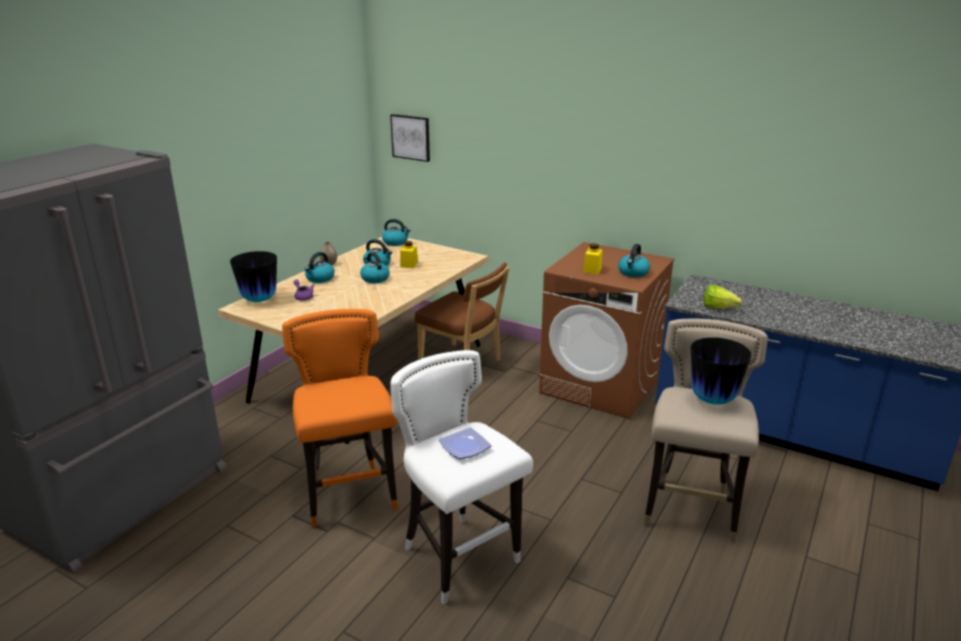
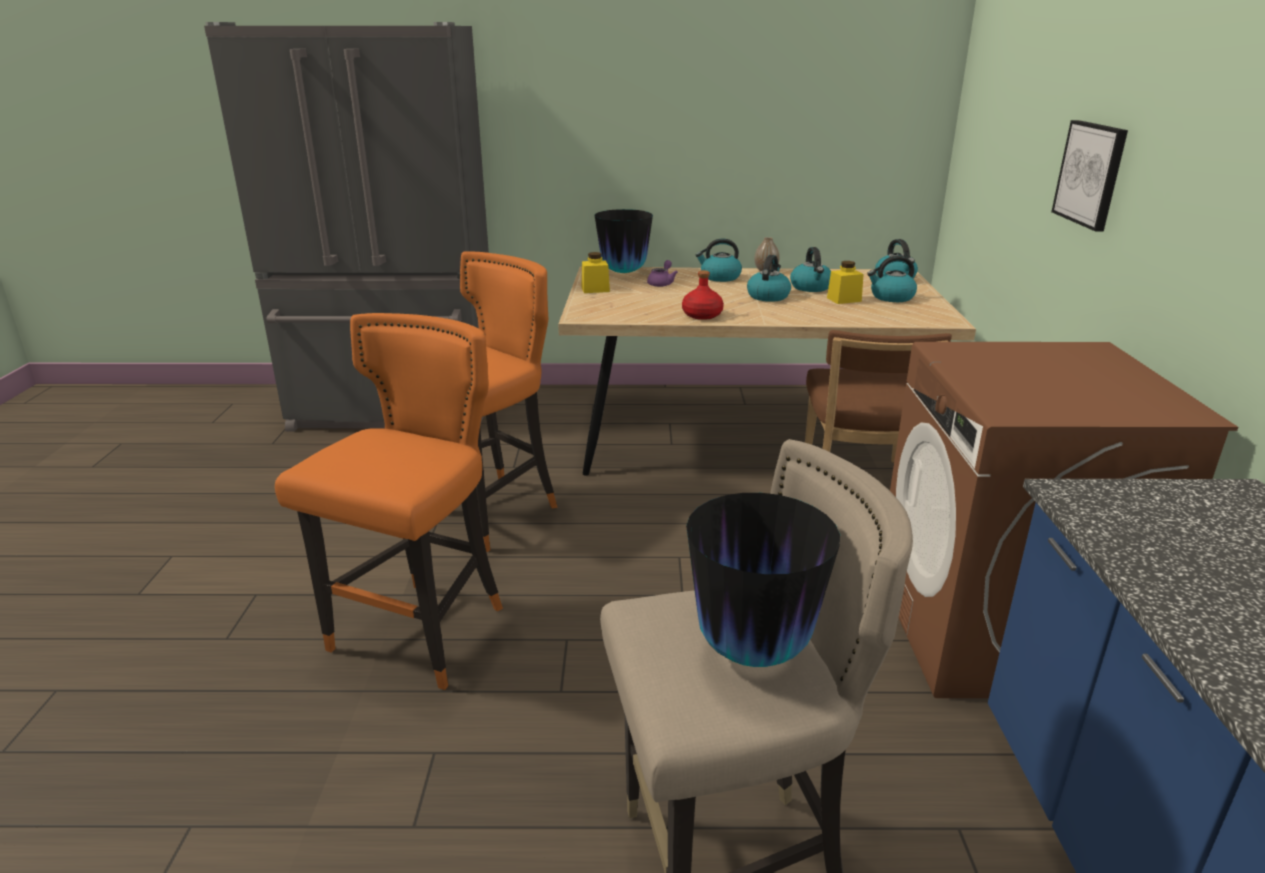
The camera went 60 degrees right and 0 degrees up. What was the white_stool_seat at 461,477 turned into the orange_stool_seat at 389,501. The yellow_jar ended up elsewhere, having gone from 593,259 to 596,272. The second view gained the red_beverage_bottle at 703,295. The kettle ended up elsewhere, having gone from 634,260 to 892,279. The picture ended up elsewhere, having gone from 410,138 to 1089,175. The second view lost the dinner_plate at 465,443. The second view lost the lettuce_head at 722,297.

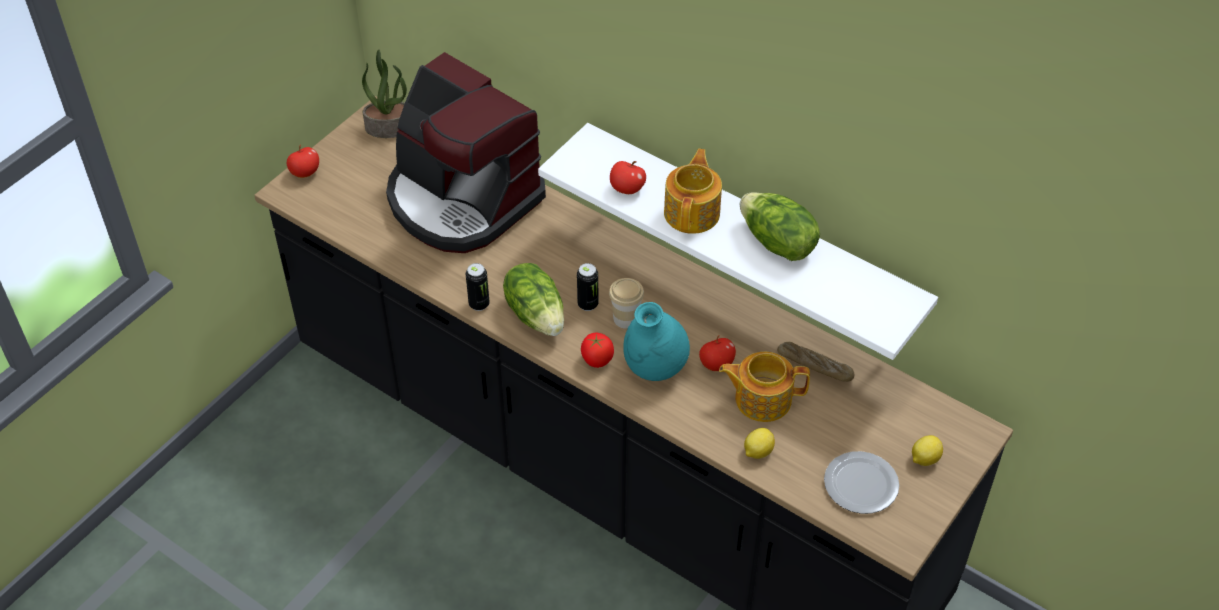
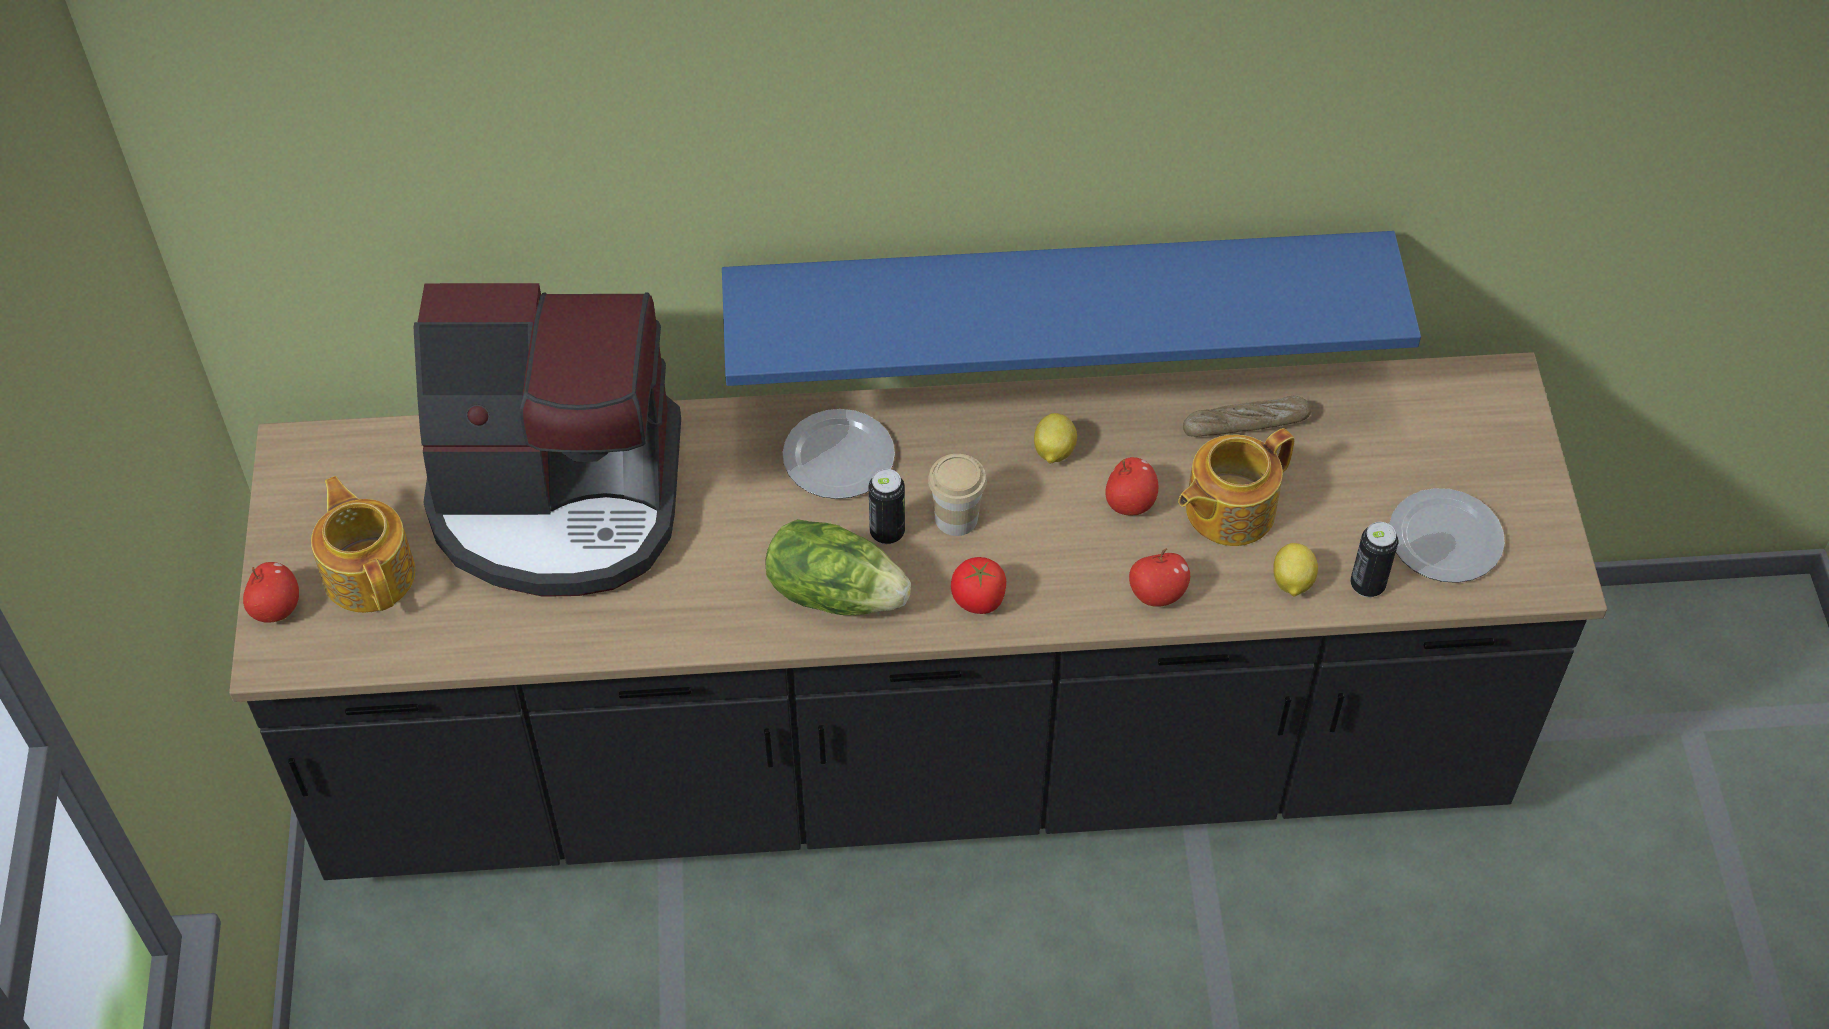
The camera went 40 degrees left and 5 degrees up. The pot_for_tea ended up elsewhere, having gone from 693,191 to 363,544. What was the white_wall_shelf at 738,241 turned into the bluish_wall_shelf at 1071,308. The second view gained the dinner_plate at 838,454. The citrus_fruit ended up elsewhere, having gone from 927,450 to 1055,438. The whole_apple ended up elsewhere, having gone from 628,177 to 1159,578. The sealed_can ended up elsewhere, having gone from 478,287 to 1374,559. The second view lost the houseplant at 384,94. The second view lost the turquoise_decorative_vase at 656,341. The second view lost the lettuce_head at 780,226.

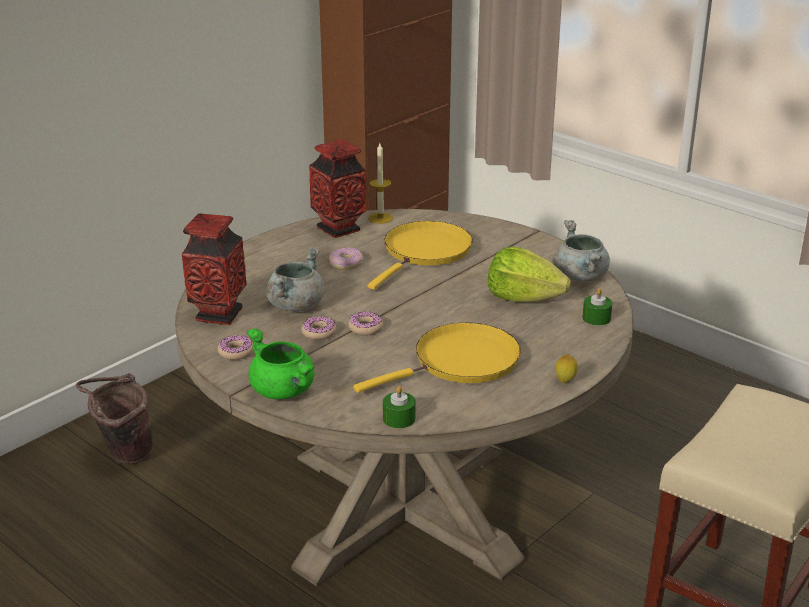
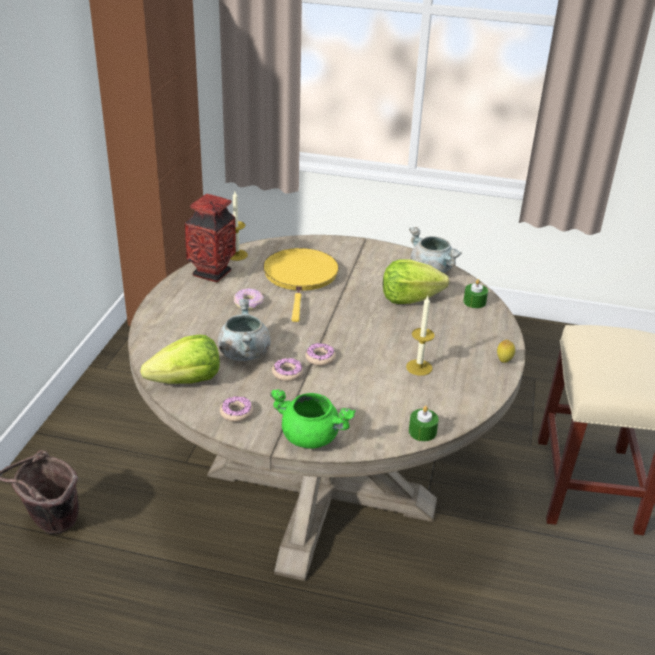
The camera went 30 degrees left and 5 degrees up. Where the decorative_vase stood at 214,269, the lettuce_head came to stand at 180,359. Where the yellow_frying_pan stood at 437,358, the wax_light came to stand at 420,336.

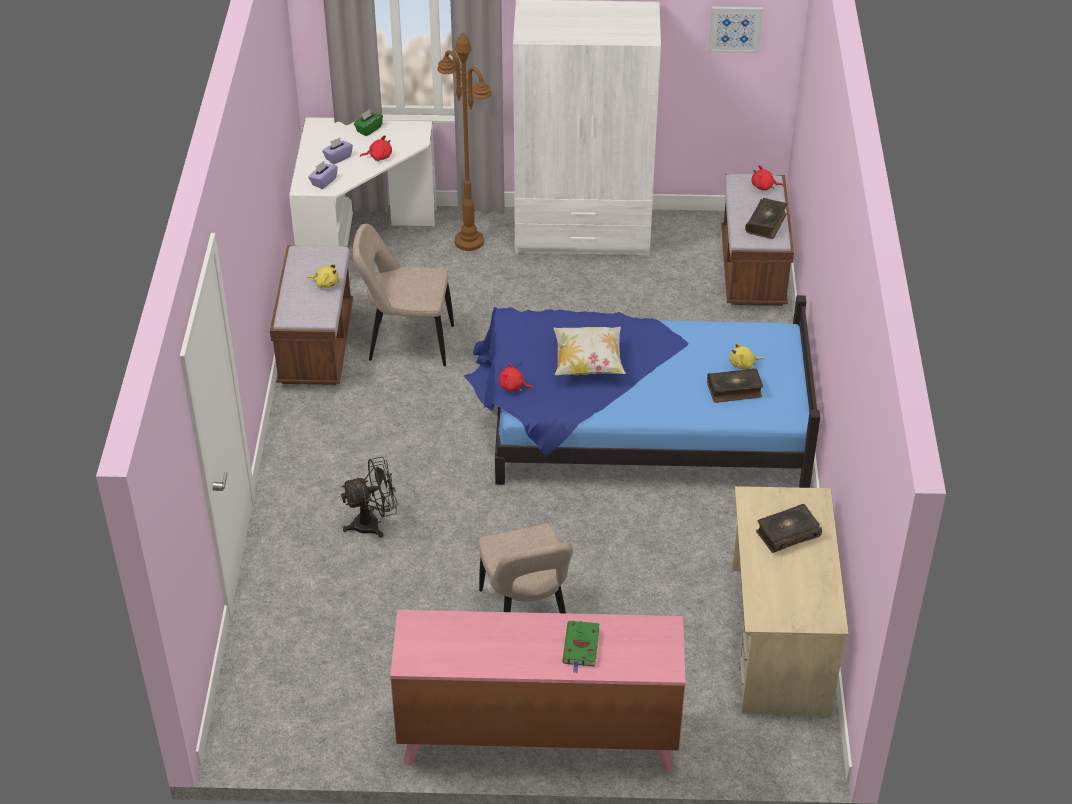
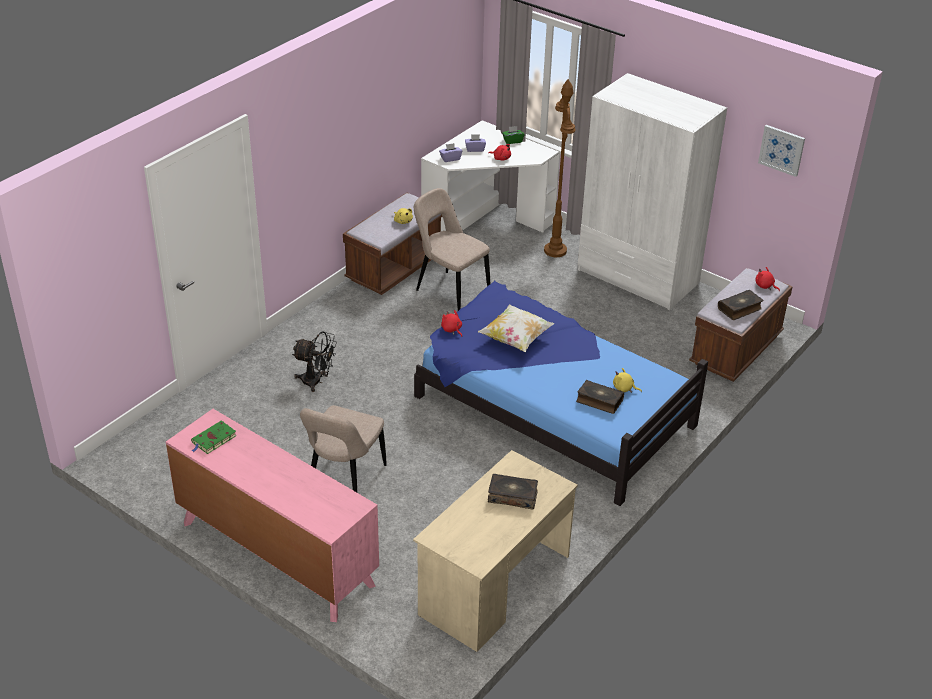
The camera went 35 degrees right and 5 degrees down. The green_book ended up elsewhere, having gone from 581,646 to 214,437.

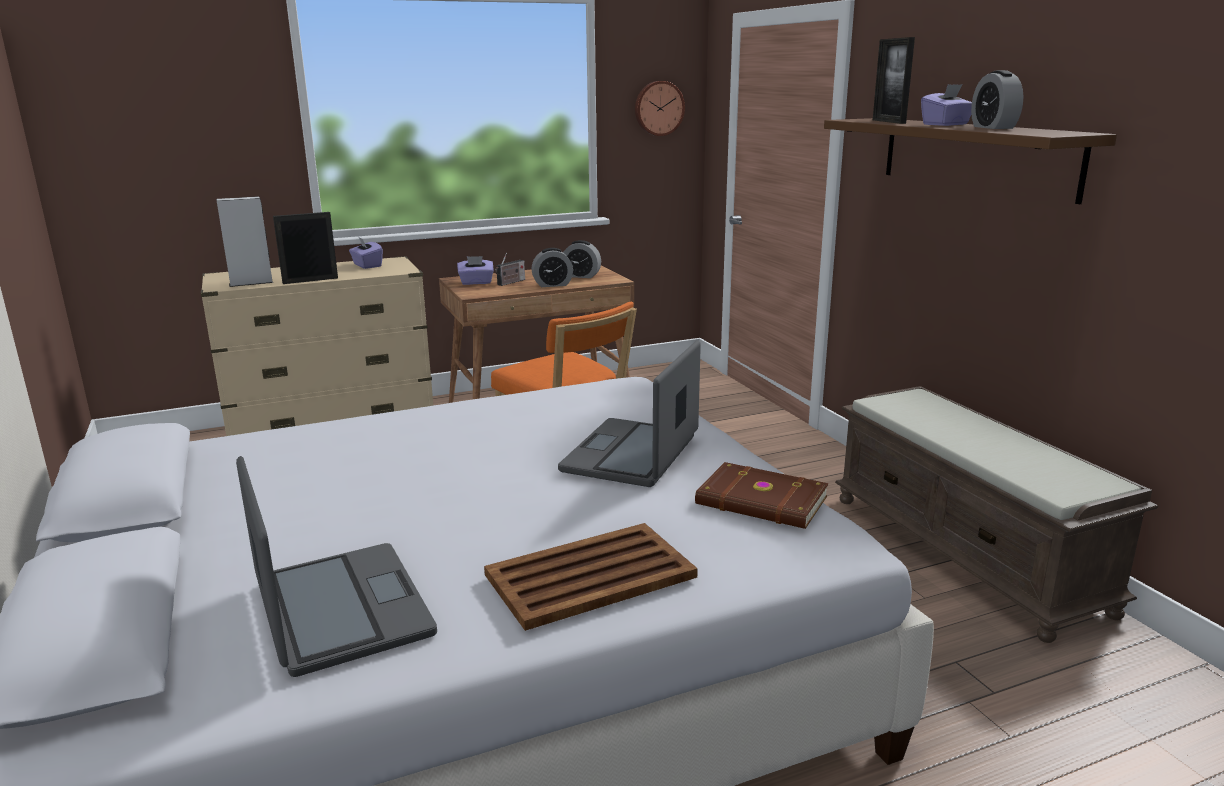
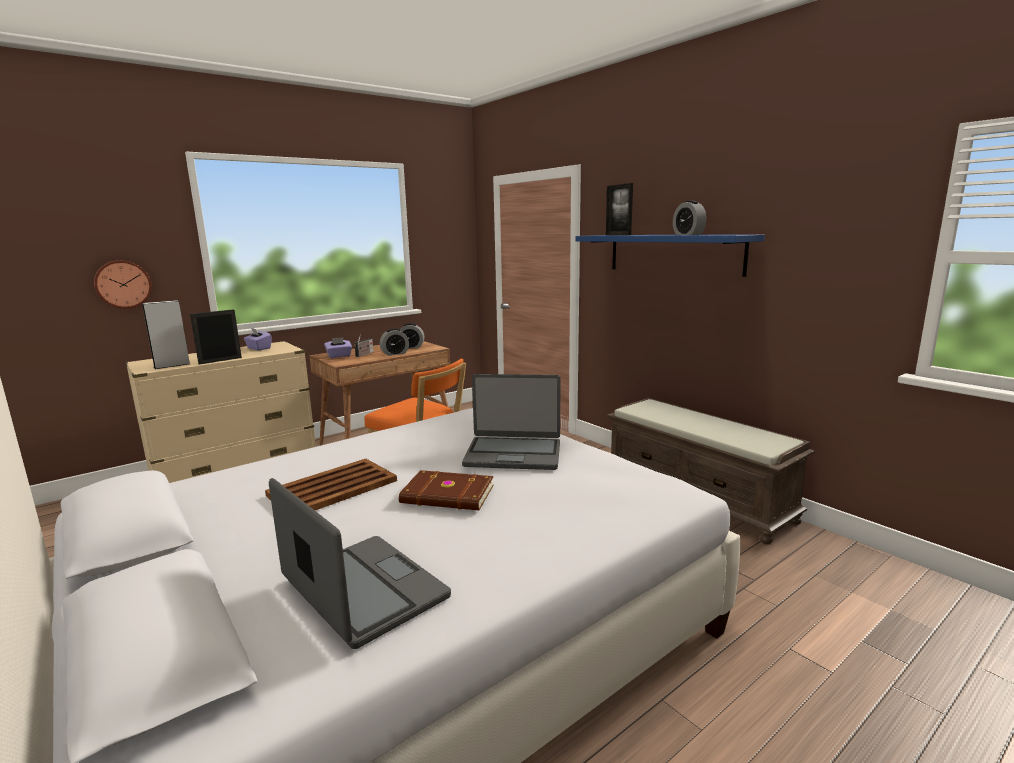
The camera went 15 degrees left and 5 degrees down. The clock_on_the_wall ended up elsewhere, having gone from 660,108 to 123,284. The brown_carrying_tray ended up elsewhere, having gone from 591,577 to 331,484. The brown_book ended up elsewhere, having gone from 761,495 to 446,490. The portable_computer at 629,413 ended up facing another way, 90 degrees counterclockwise from before. What was the brown_wall_shelf at 970,161 turned into the bluish_wall_shelf at 670,255. The second view lost the purplish_box_of_tissues at 946,105.

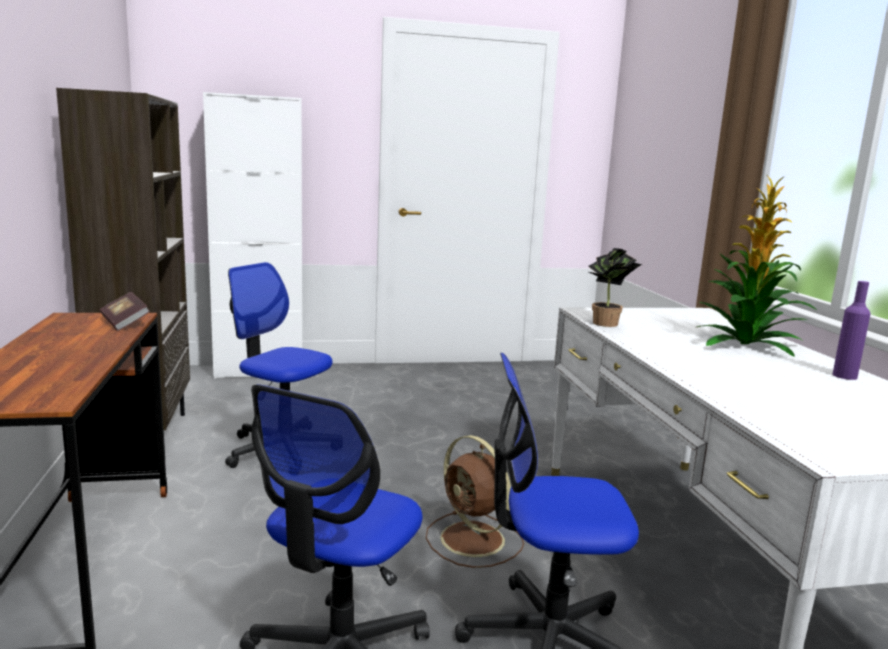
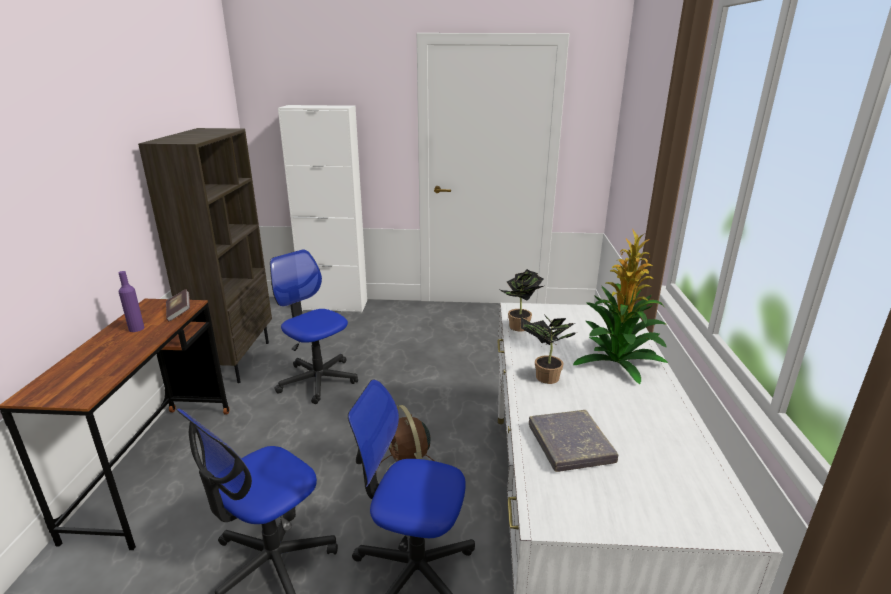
The camera went 15 degrees right and 10 degrees up. The purplish_beverage_bottle ended up elsewhere, having gone from 851,330 to 131,301. The second view gained the houseplant at 549,349. The second view gained the gray_book at 573,441.

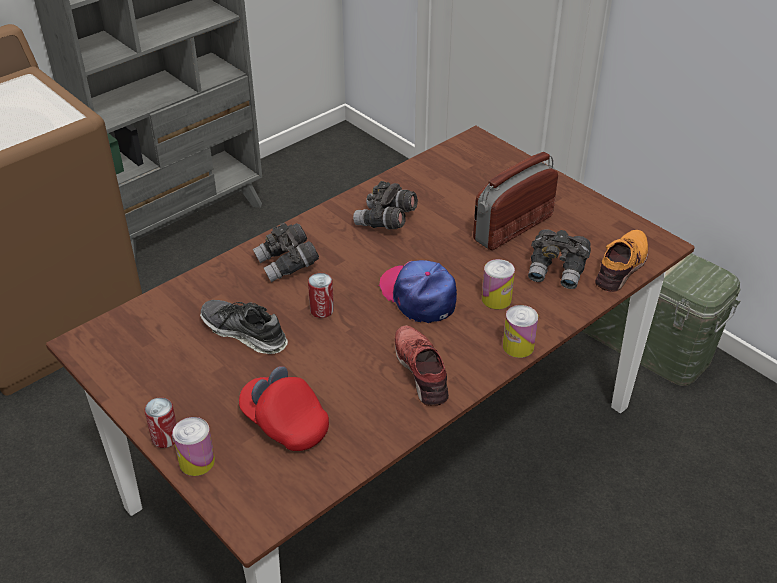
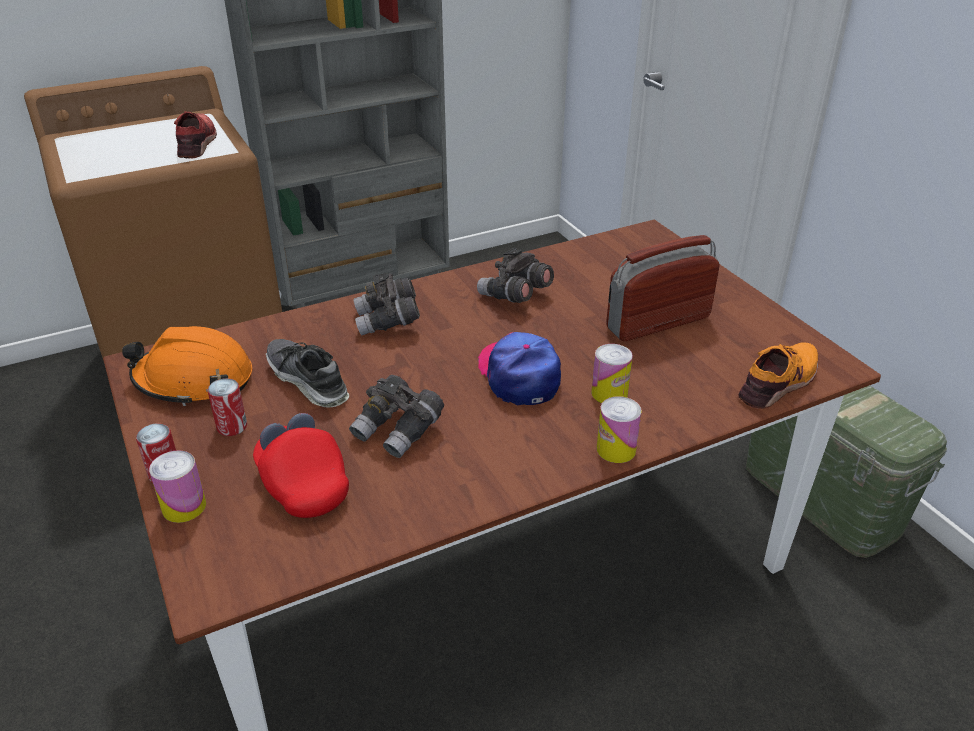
The camera went 15 degrees right and 5 degrees down. The second view gained the orange_work_helmet at 187,366. The red_shoe ended up elsewhere, having gone from 422,365 to 195,135. The sealed_can ended up elsewhere, having gone from 321,295 to 227,407. The gray_pair_of_binoculars ended up elsewhere, having gone from 559,259 to 396,416.

